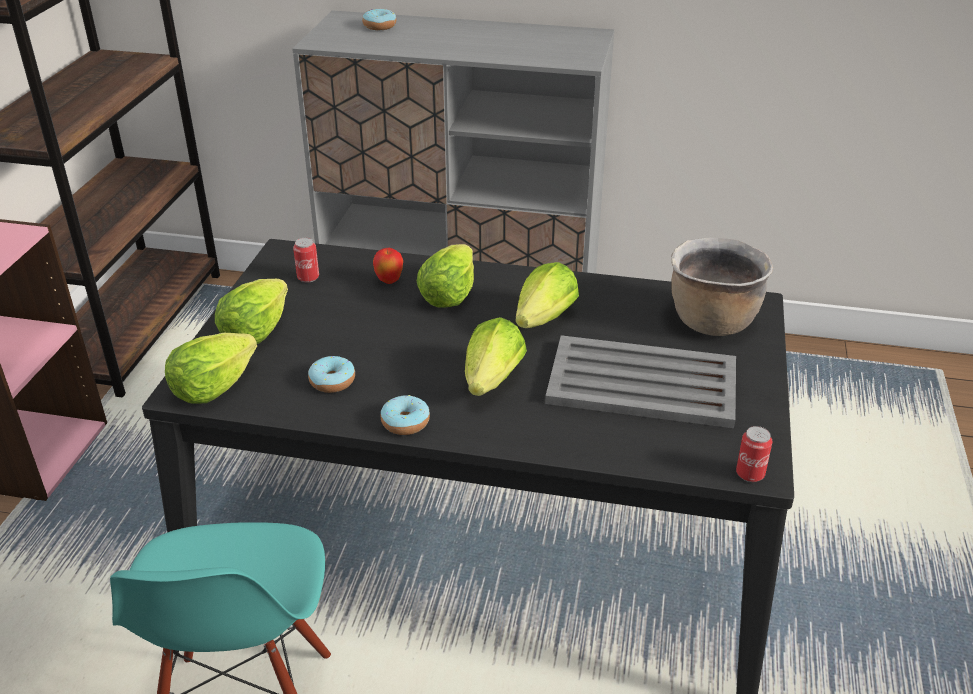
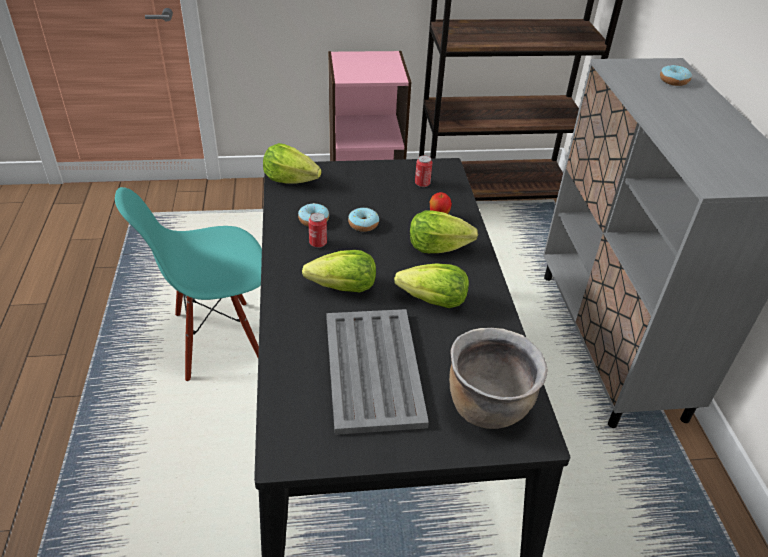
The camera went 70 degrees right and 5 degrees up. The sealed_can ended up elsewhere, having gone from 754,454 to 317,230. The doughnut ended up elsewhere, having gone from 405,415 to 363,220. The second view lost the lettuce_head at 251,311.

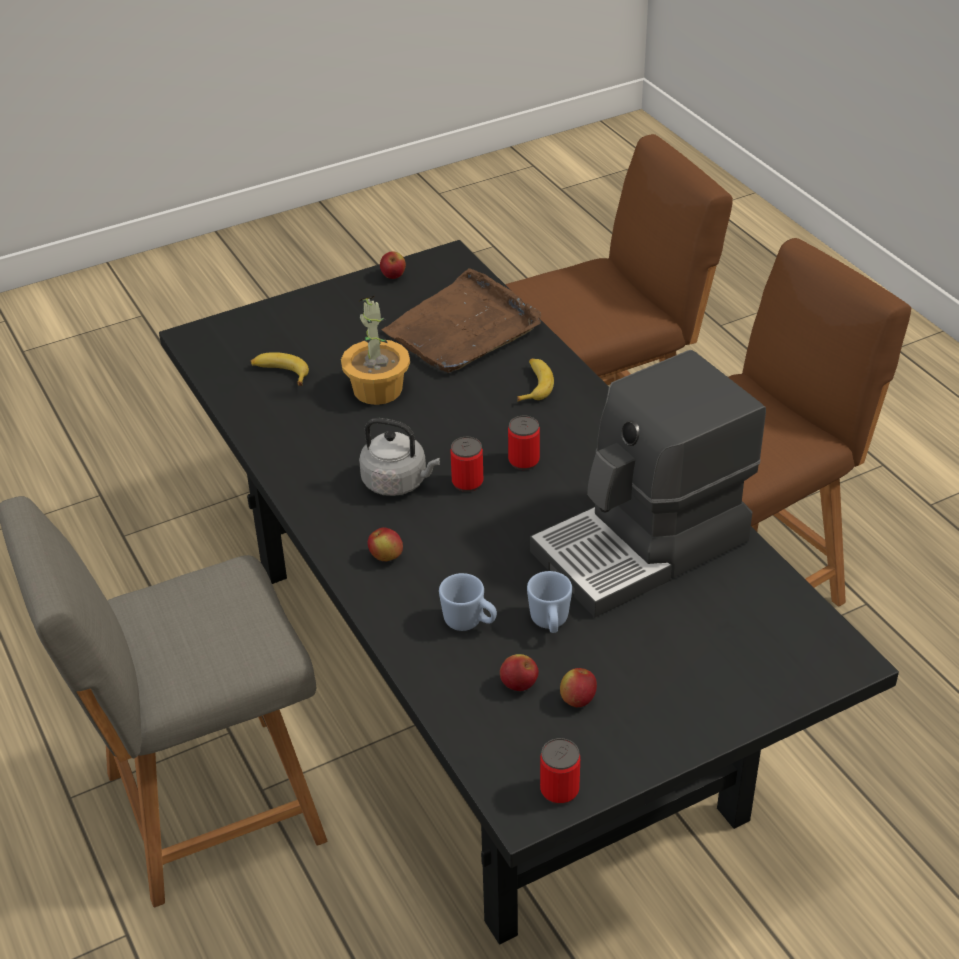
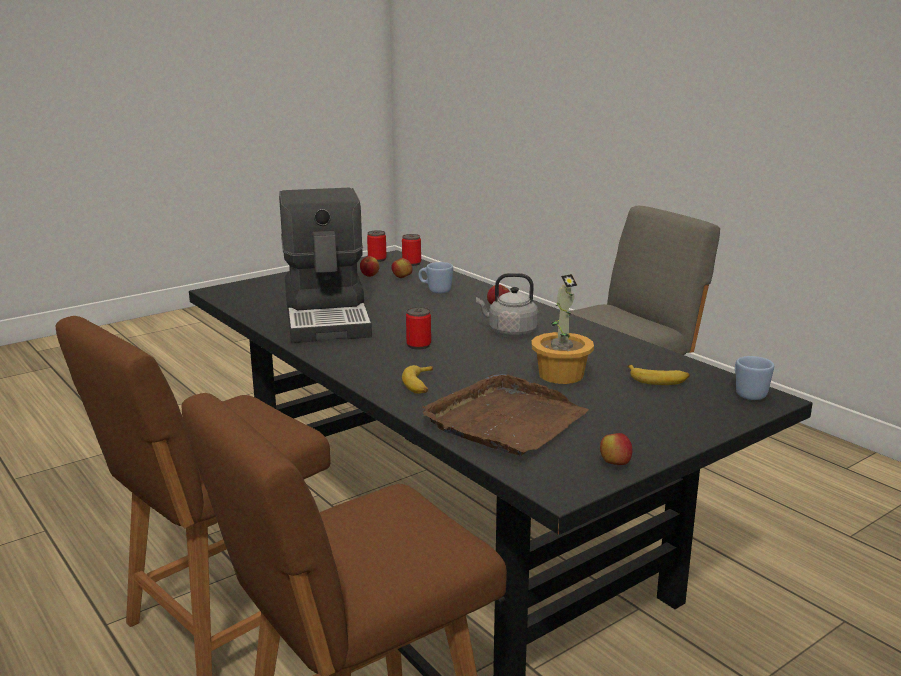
The camera went 170 degrees right and 20 degrees down. The coffee_brewer at 648,483 ended up facing another way, 120 degrees clockwise from before. The sealed_can ended up elsewhere, having gone from 466,464 to 411,250. The bluish_mug ended up elsewhere, having gone from 549,602 to 754,378.

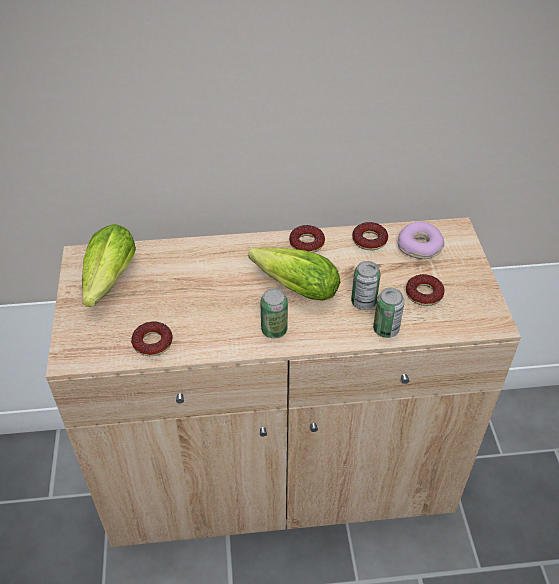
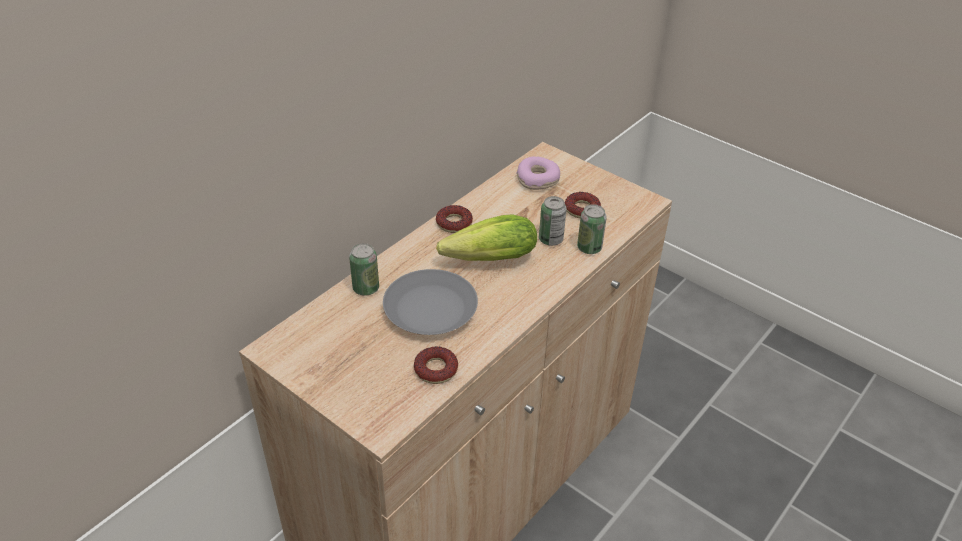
The camera went 45 degrees left and 5 degrees down. The sealed_can ended up elsewhere, having gone from 274,313 to 364,269. The second view gained the gray_dinner_plate at 430,302. The second view lost the lettuce_head at 109,265. The second view lost the doughnut at 370,236.

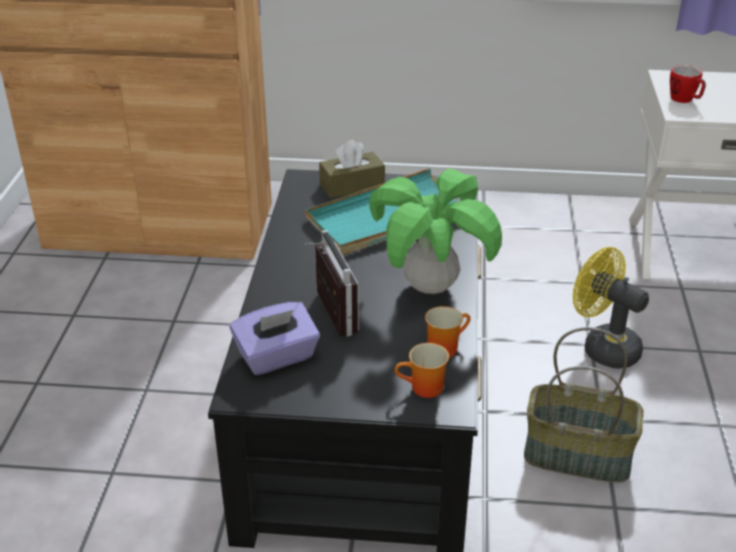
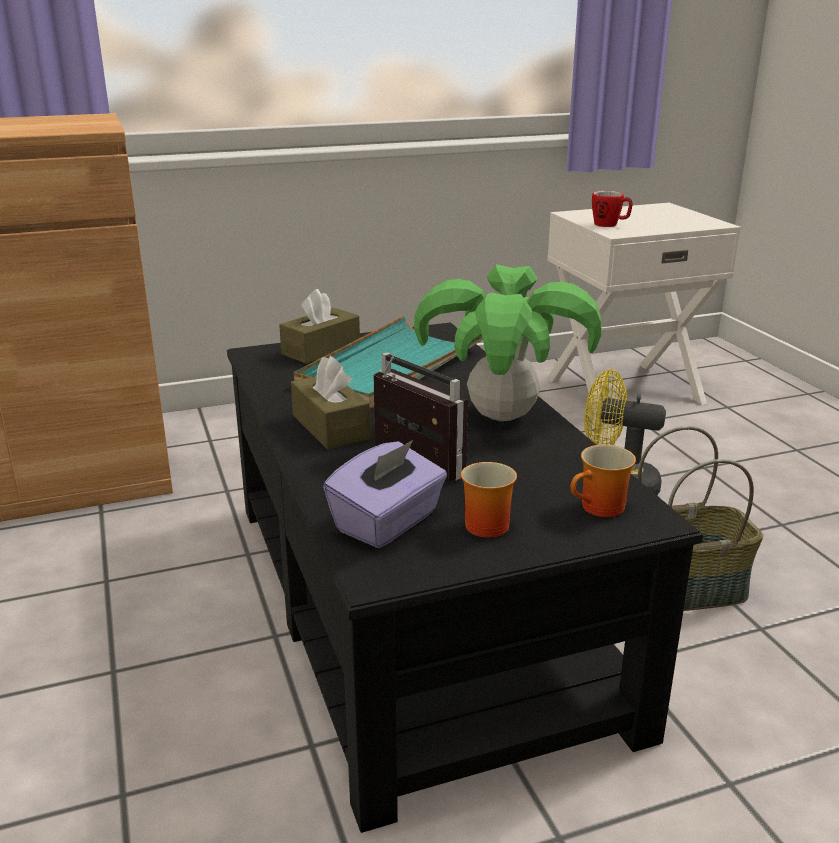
The camera went 25 degrees left and 10 degrees down. The second view gained the brown_box_of_tissues at 331,402. The mug ended up elsewhere, having gone from 447,332 to 489,500.

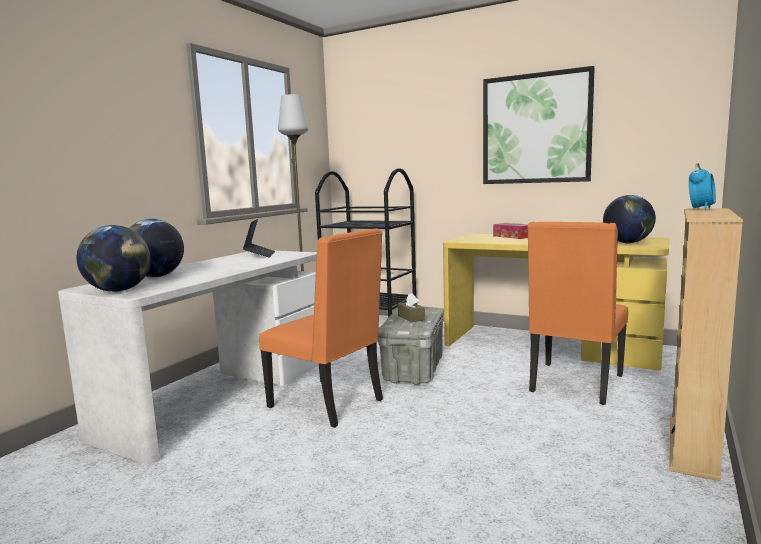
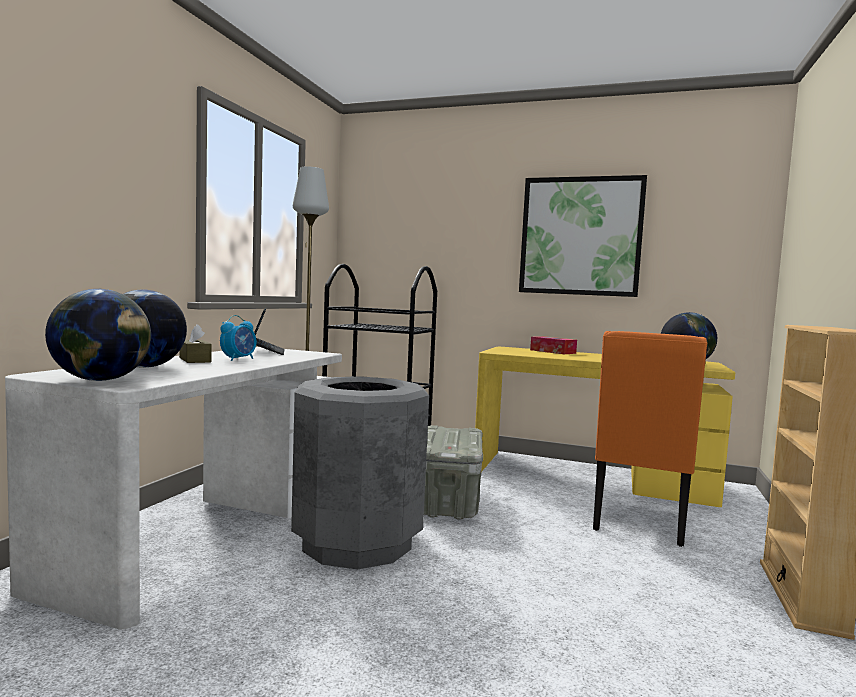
The camera went 10 degrees left and 5 degrees down. The brown_box_of_tissues ended up elsewhere, having gone from 411,307 to 195,343. The bedside_clock ended up elsewhere, having gone from 702,186 to 238,338. Where the orange_chair stood at 321,328, the gray_rubbish_bin came to stand at 360,473.

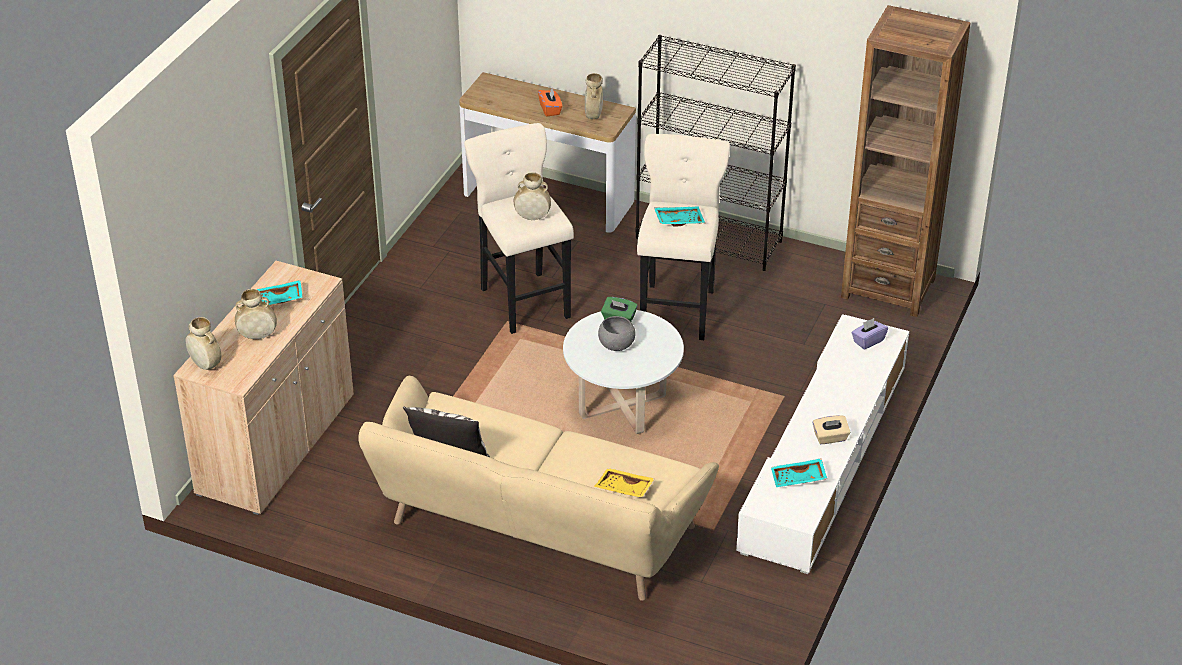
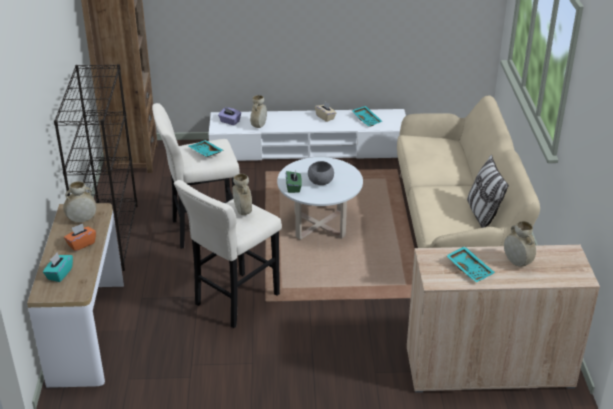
The camera went 115 degrees left and 5 degrees down. The second view gained the turquoise_box_of_tissues at 58,267. The sand-coloured_decorative_vase ended up elsewhere, having gone from 203,343 to 258,111. The second view lost the yellow_carrying_tray at 624,483.

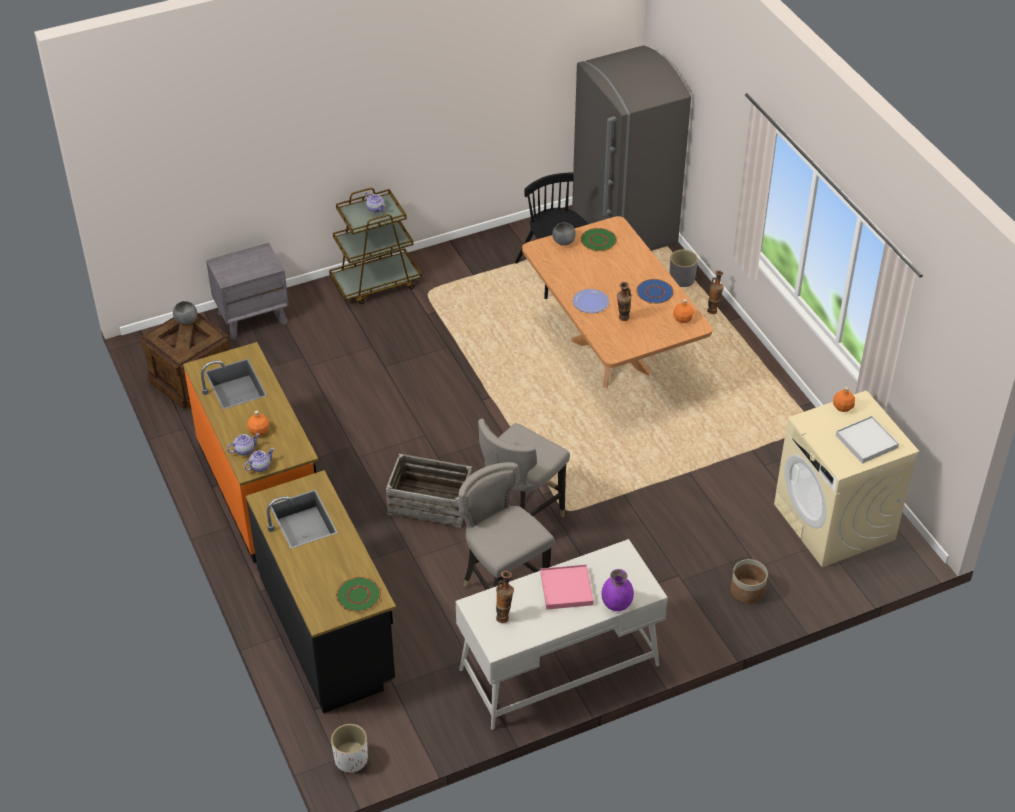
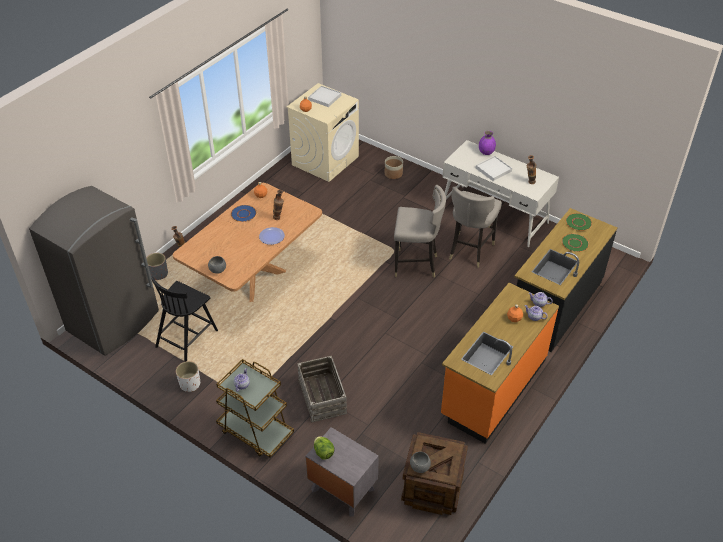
The camera went 120 degrees left and 0 degrees up. The white_flower_pot ended up elsewhere, having gone from 349,748 to 188,376. The packing_crate ended up elsewhere, having gone from 429,491 to 322,389. The second view gained the lettuce_head at 324,448. What was the pinkish_carrying_tray at 567,586 turned into the white_carrying_tray at 494,168. The green_dinner_plate ended up elsewhere, having gone from 599,239 to 575,243.

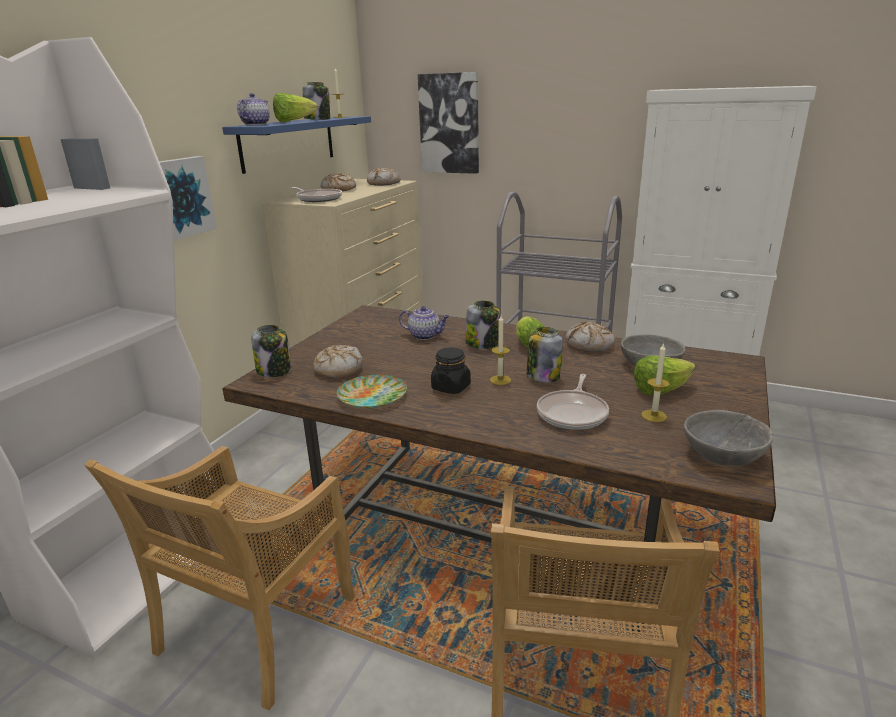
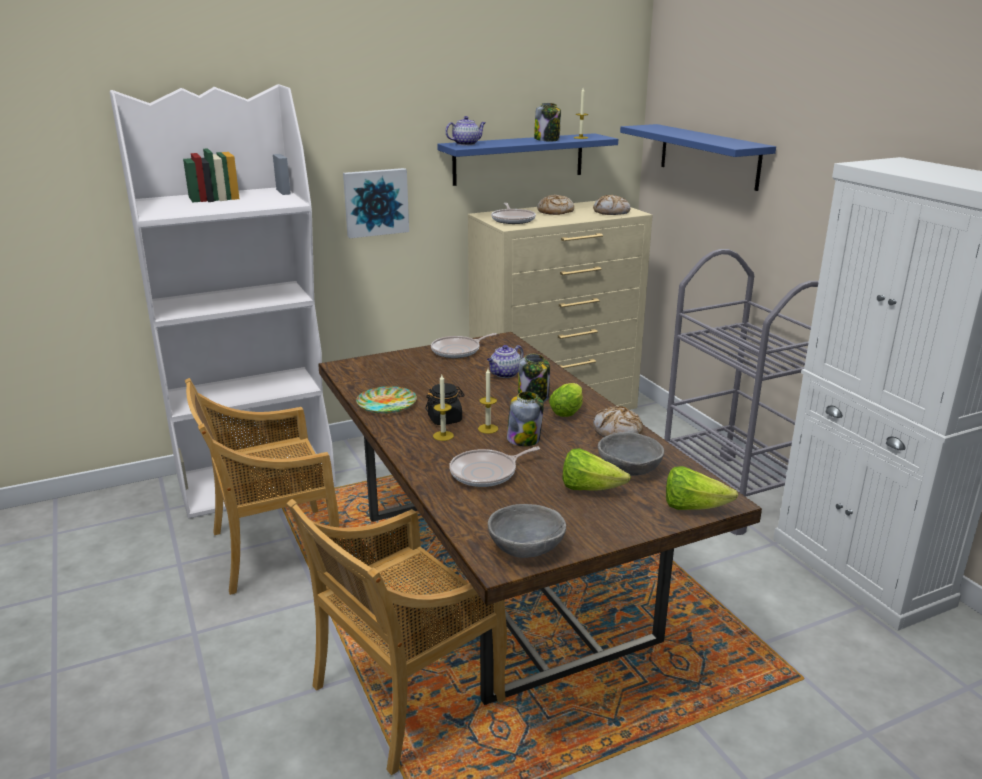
The camera went 40 degrees right and 0 degrees up. The second view gained the frying_pan at 464,345. The wax_light ended up elsewhere, having gone from 655,382 to 443,408. The pot_for_tea at 424,323 ended up facing another way, 75 degrees clockwise from before. Where the picture hung at 448,123, the bluish_wall_shelf came to hang at 698,157. The lettuce_head ended up elsewhere, having gone from 295,107 to 702,488. The second view lost the jar at 271,351. The second view lost the bread at 338,361.

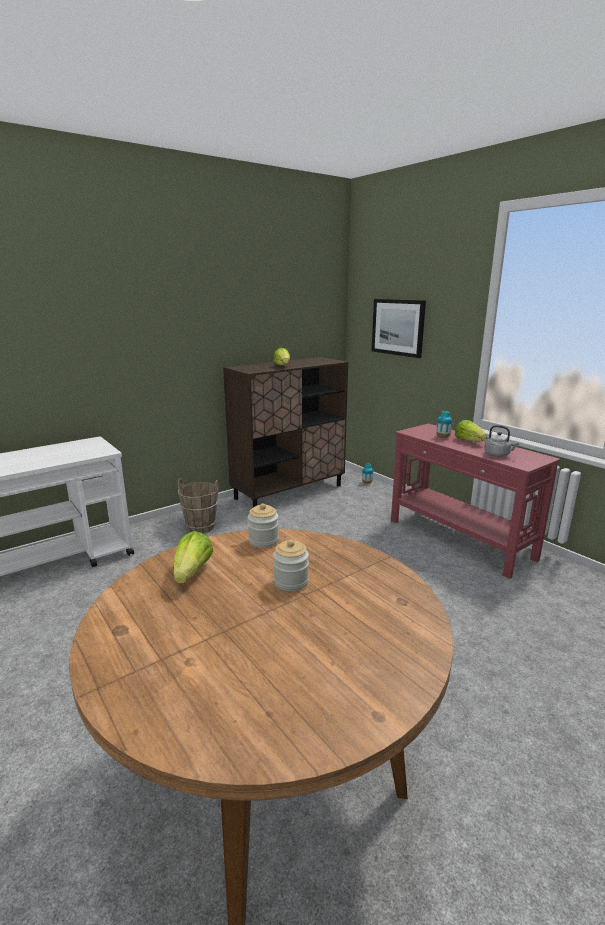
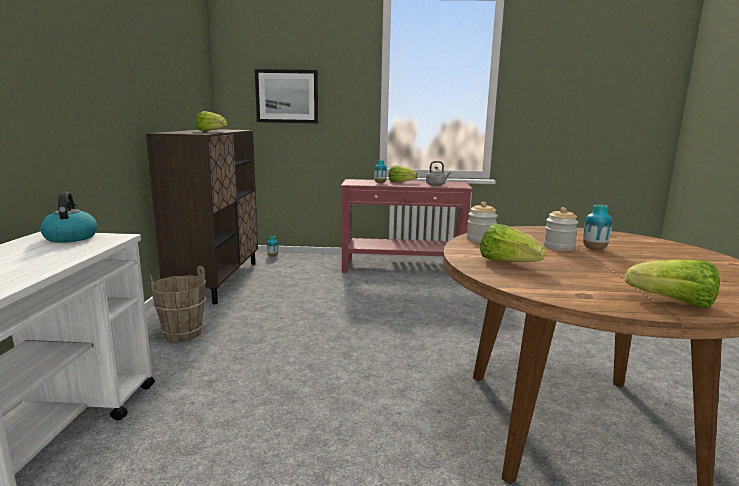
The camera went 50 degrees left and 5 degrees down. The second view gained the kettle at 68,217. The second view gained the decorative_vase at 597,227. The second view gained the lettuce_head at 672,283.

